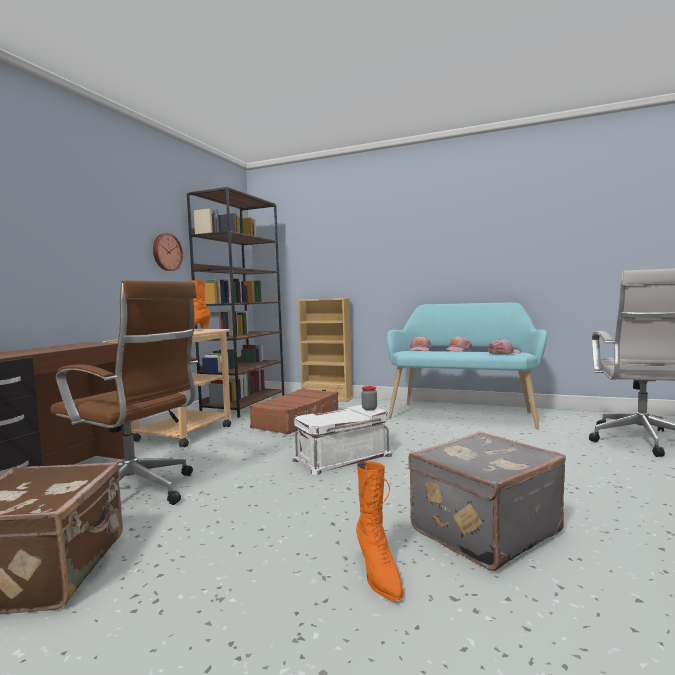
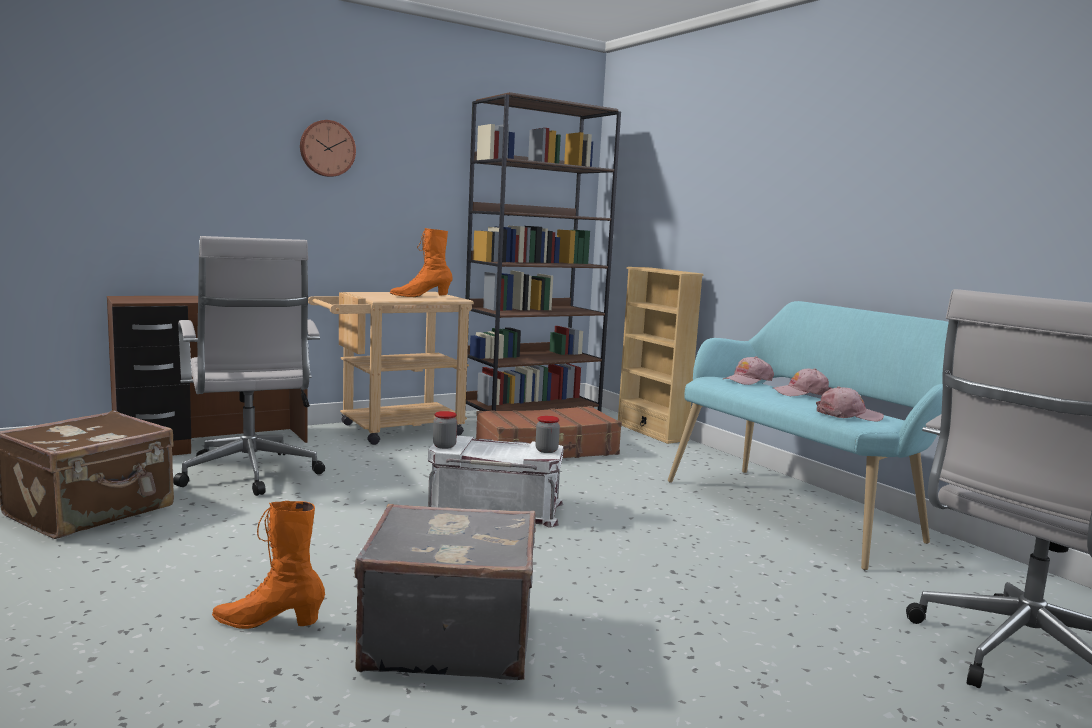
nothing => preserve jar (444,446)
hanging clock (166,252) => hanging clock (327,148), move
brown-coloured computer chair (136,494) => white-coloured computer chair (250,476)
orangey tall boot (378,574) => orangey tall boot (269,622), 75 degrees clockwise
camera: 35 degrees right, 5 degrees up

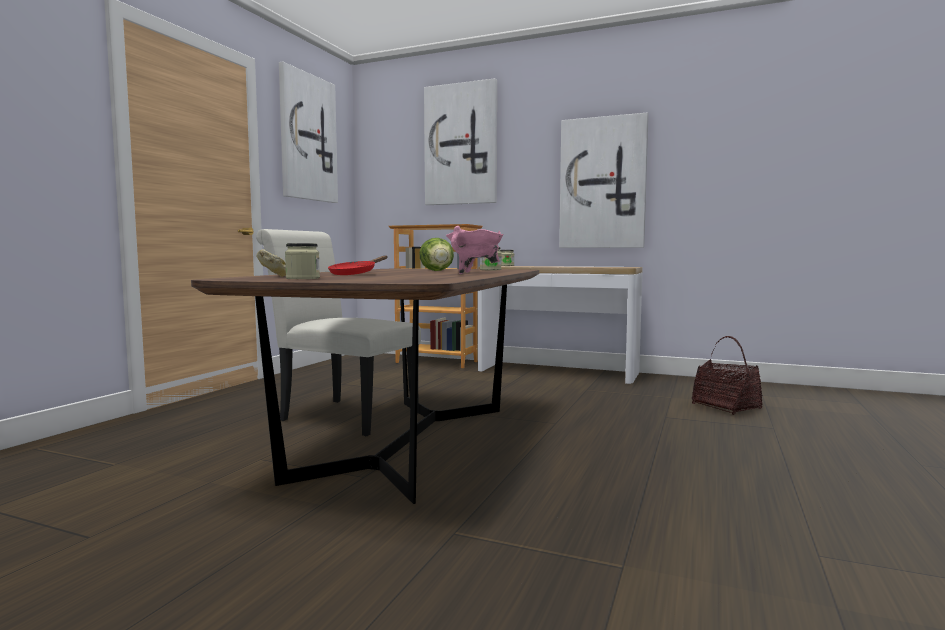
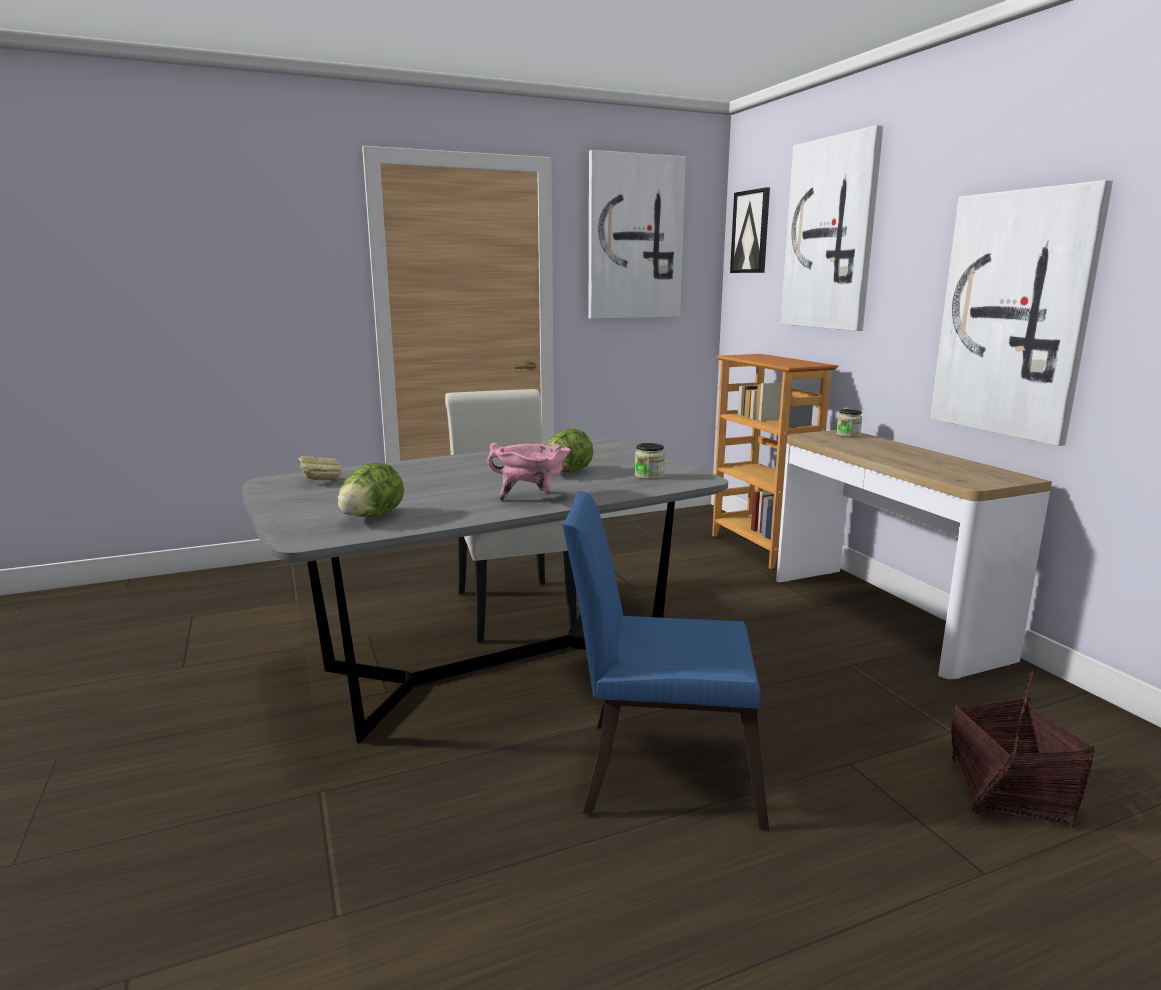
preserve jar (302,278) => nothing
reddish frying pan (355,274) => nothing
nothing => head of lettuce (371,517)
nothing => bluish upright chair (658,769)
nothing => wall art (751,232)
brown-coloured kitchen table (407,441) => greyish kitchen table (494,664)
camera: 45 degrees right, 10 degrees up

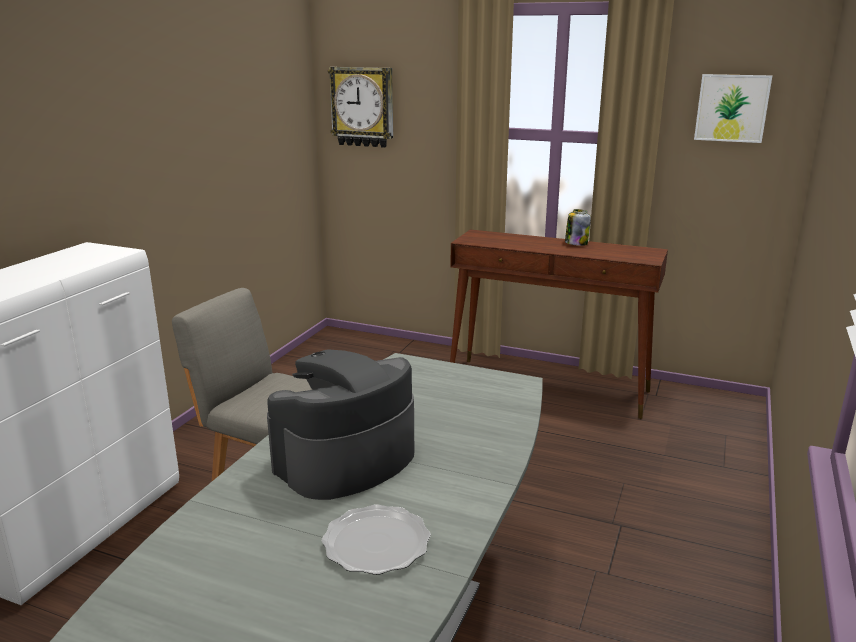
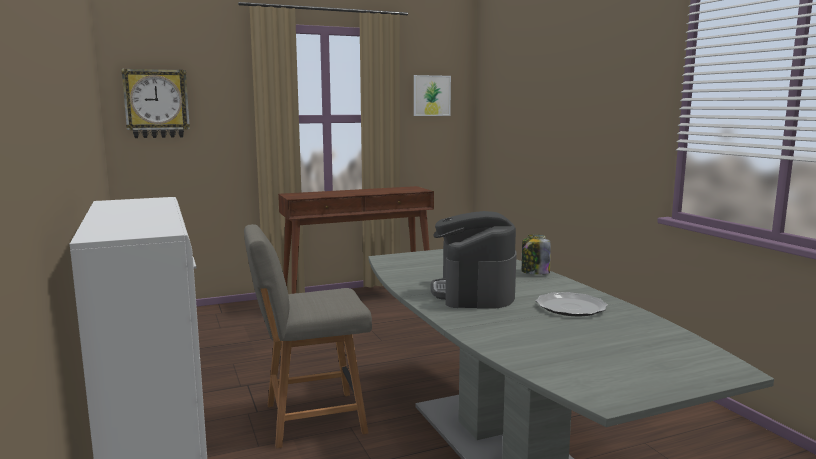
preserve jar (576,243) => preserve jar (534,273), move
camera: 45 degrees left, 10 degrees down

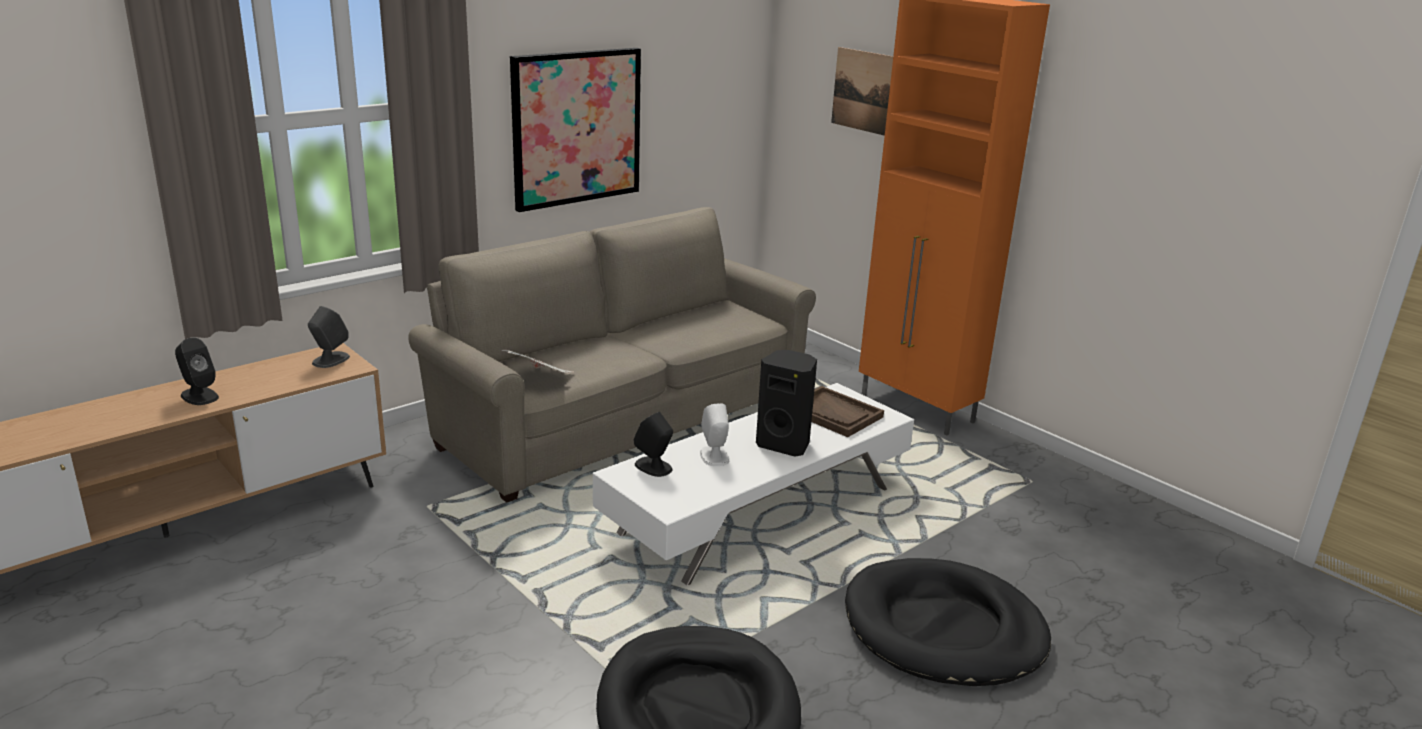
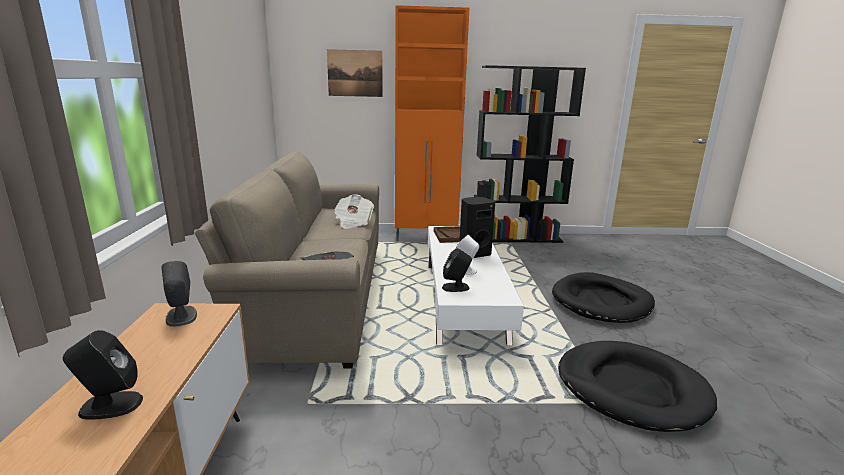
wall art (576,127) => nothing
nothing => printed paper (353,222)
nothing => black-coloured bookshelf (516,237)
camera: 50 degrees left, 5 degrees down

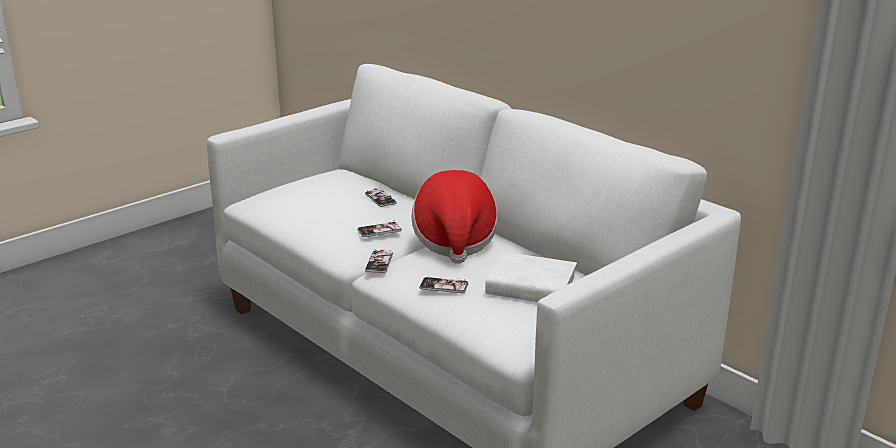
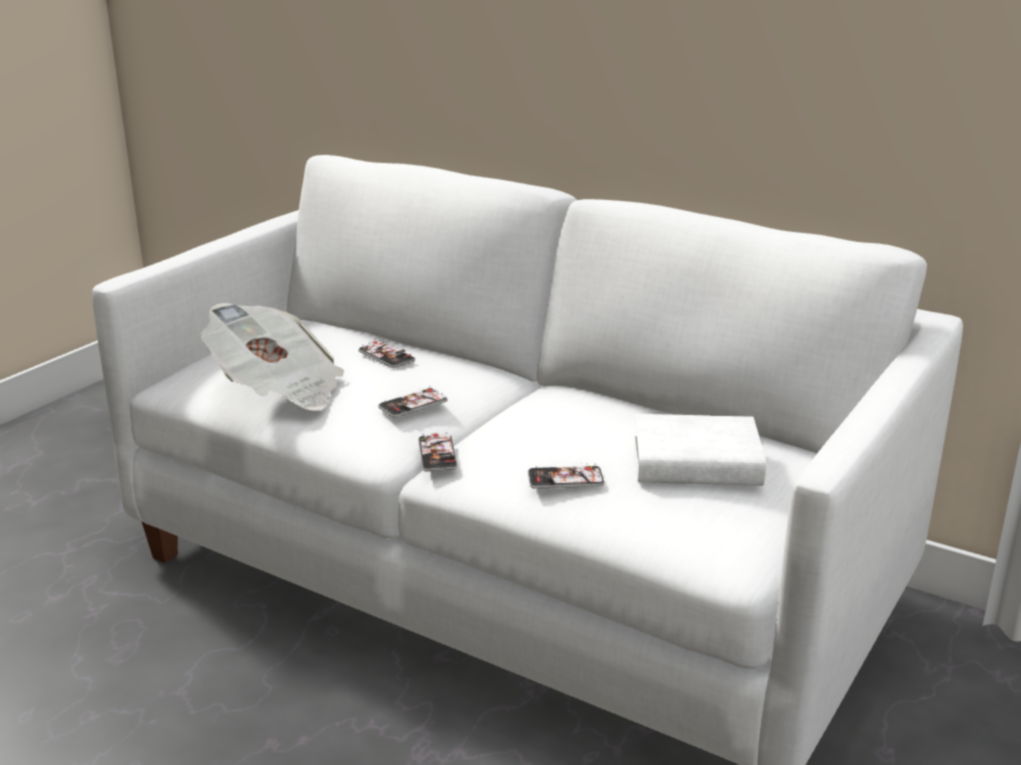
hat (454,241) => nothing
nothing => printed paper (278,389)
camera: 15 degrees left, 0 degrees up

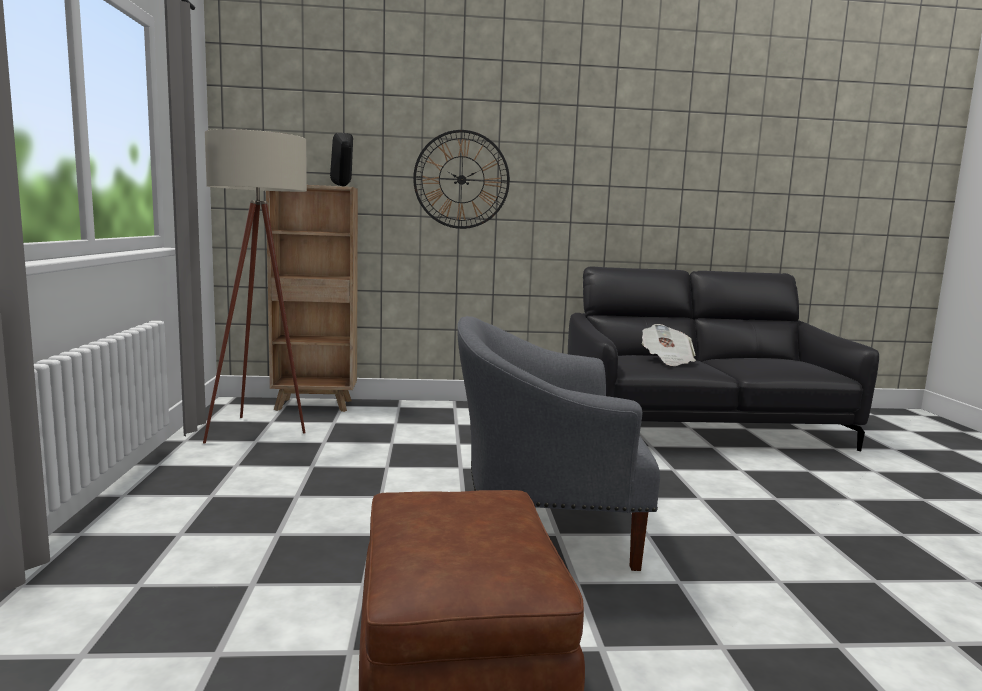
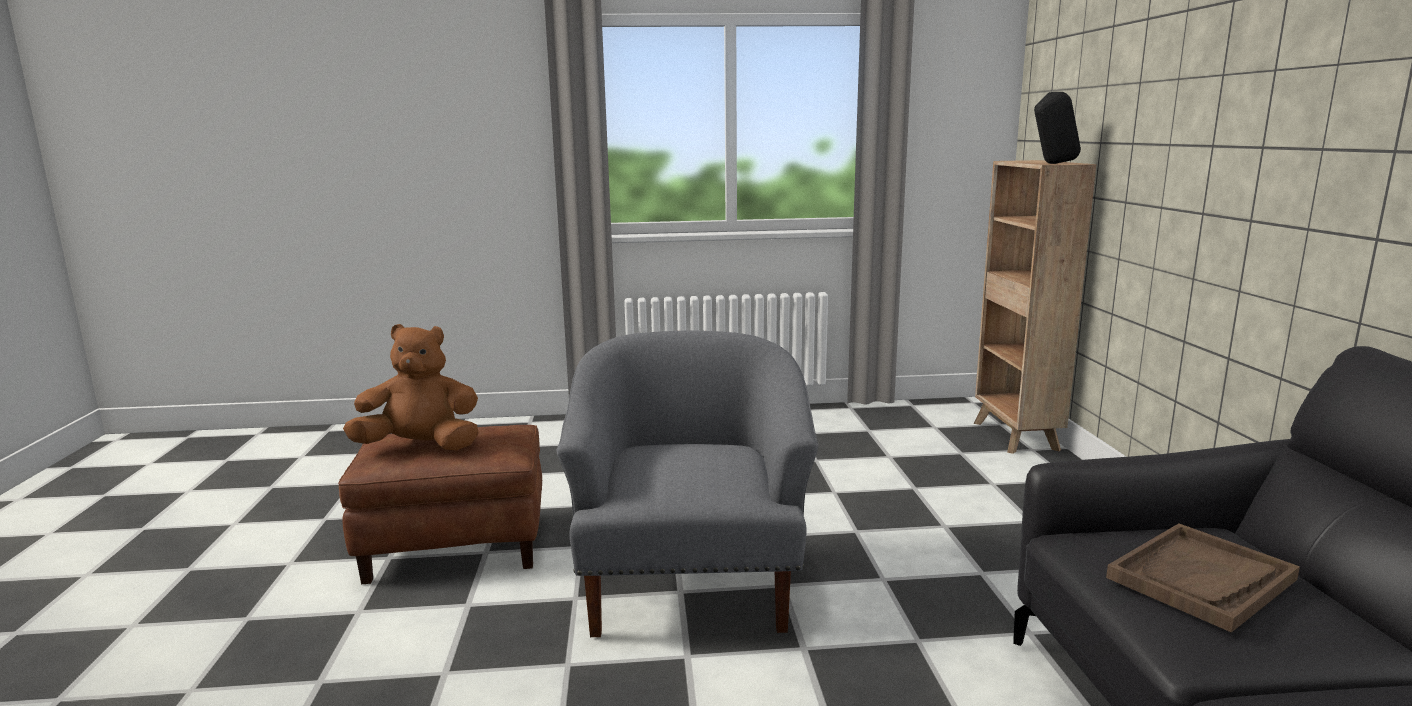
beige standard lamp (262,432) => nothing
hanging clock (461,179) => nothing
nothing => brown-coloured plush toy (421,447)
printed paper (667,360) => brown-coloured serving tray (1201,579)
camera: 90 degrees right, 5 degrees up

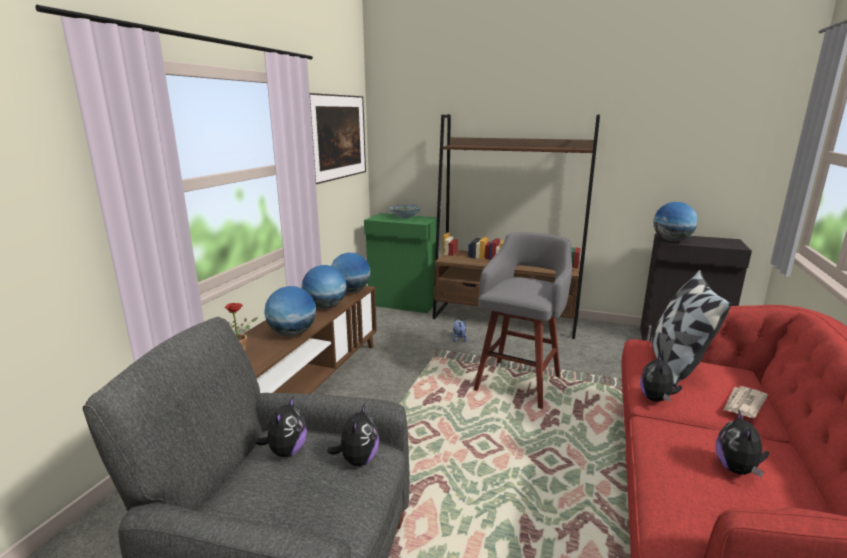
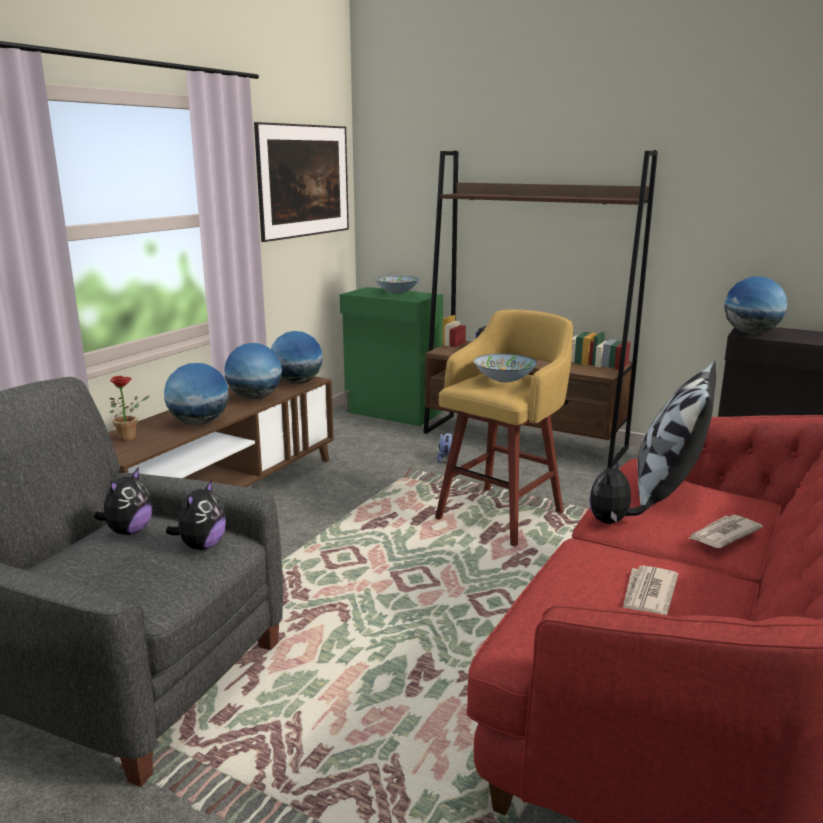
nothing => serving bowl (504,380)
plush toy (737,469) => printed paper (647,595)
greyish sitting stool (519,381) => yellow-coloured sitting stool (502,514)
camera: 10 degrees right, 0 degrees up

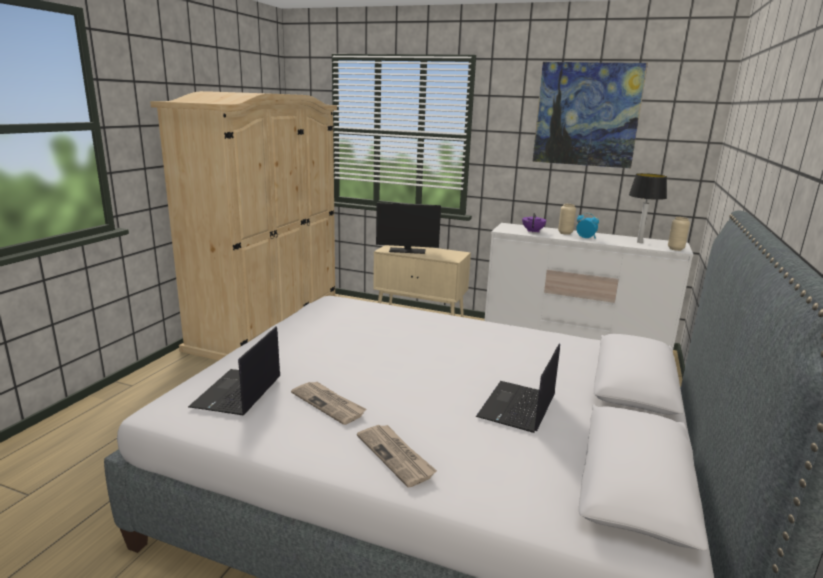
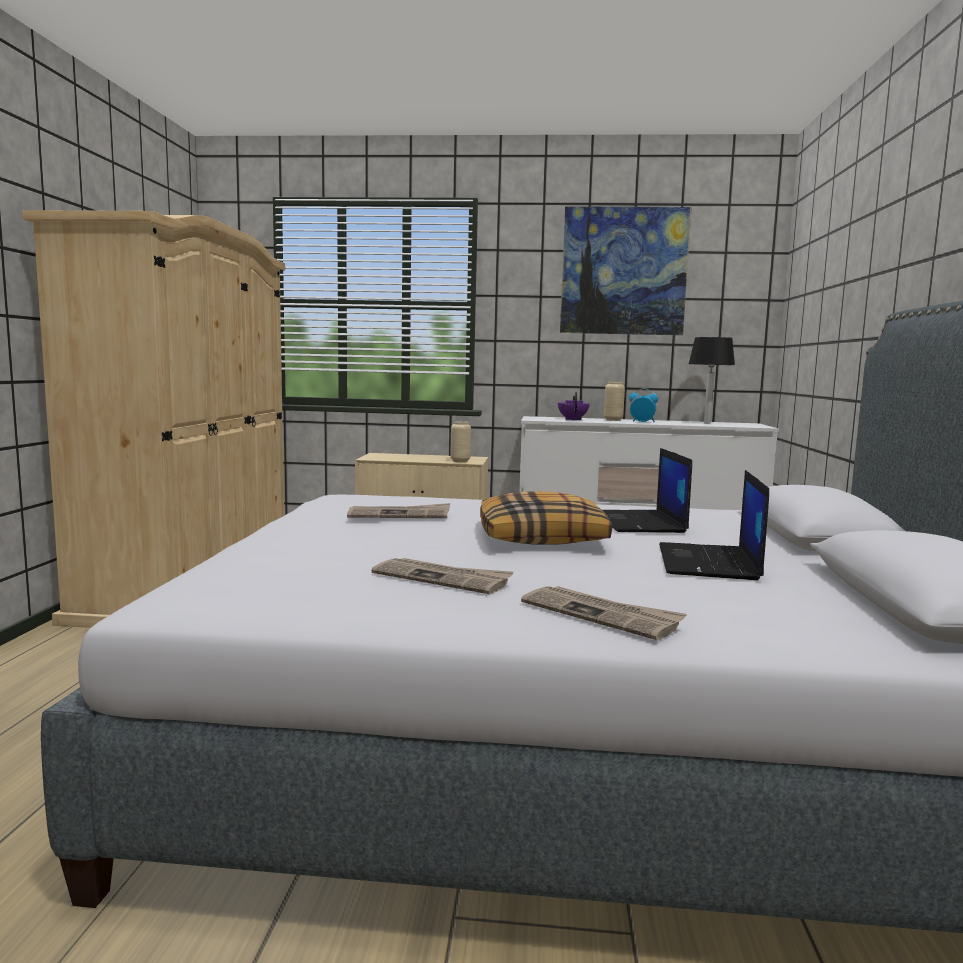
computer screen (407,250) => nothing
nothing => printed paper (399,515)
nothing => throw pillow (543,537)
portable computer (237,393) => portable computer (641,522), move
beige vase (675,249) => beige vase (460,461), move
camera: 15 degrees left, 10 degrees down

